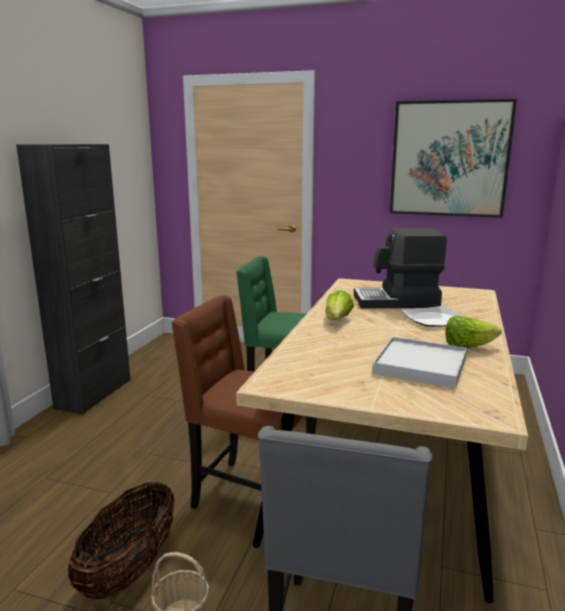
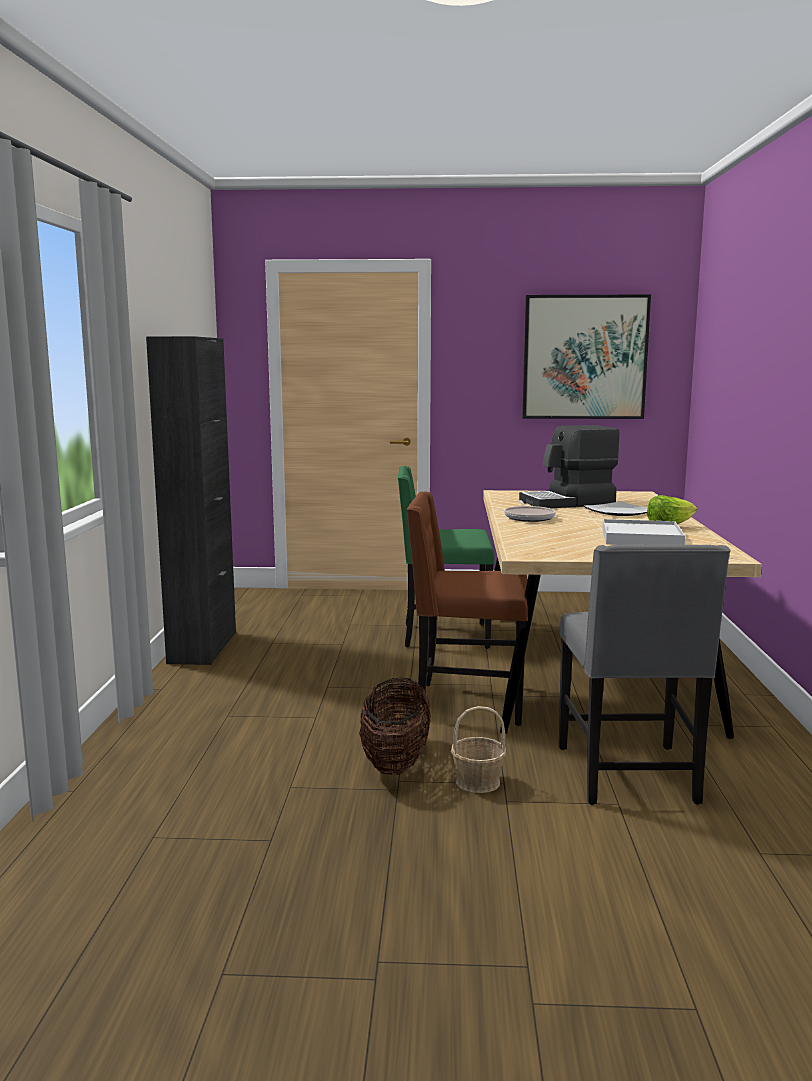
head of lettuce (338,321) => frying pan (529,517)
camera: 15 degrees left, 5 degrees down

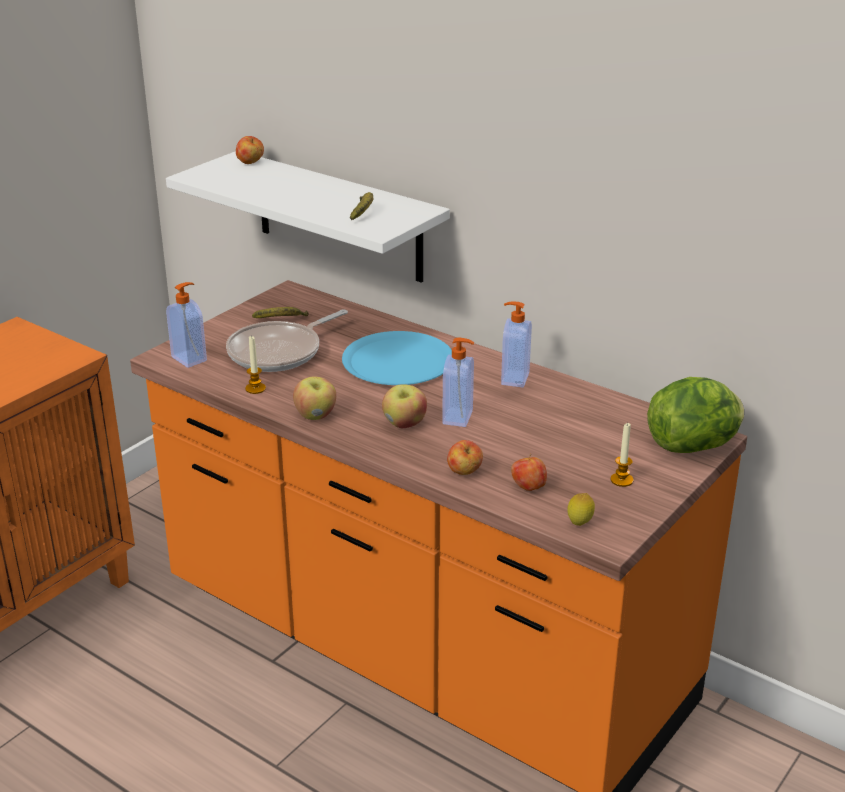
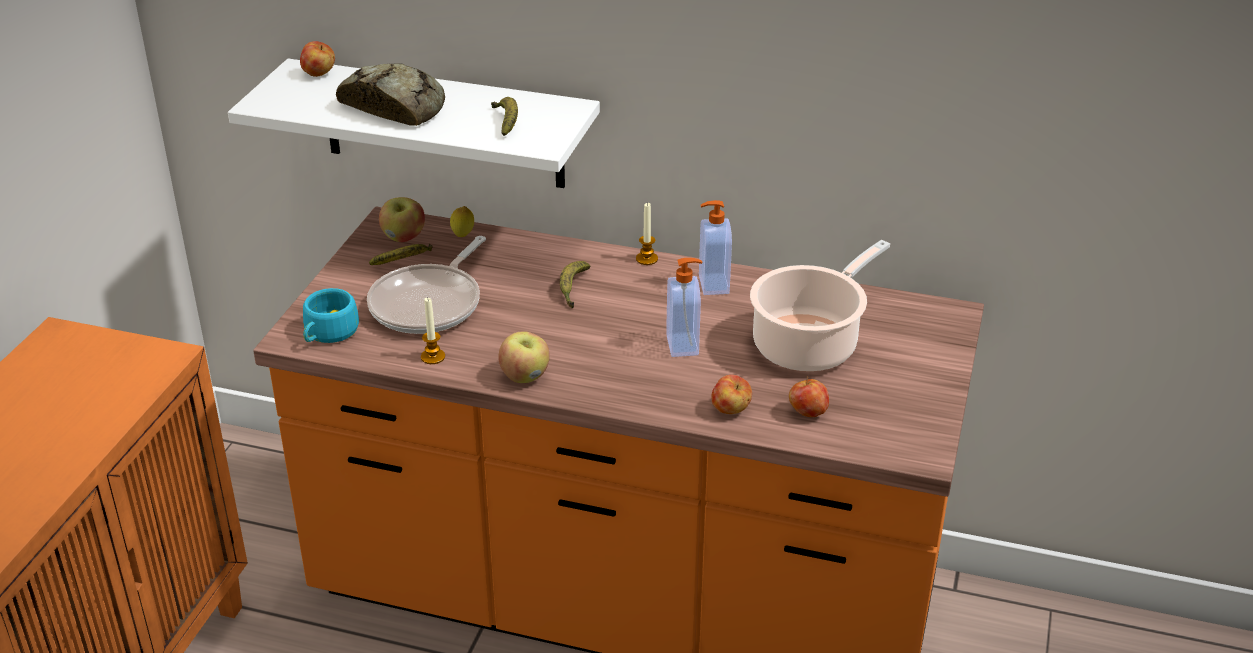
head of lettuce (694,446) => nothing
nothing => bread (394,105)
nothing => saucepot (809,343)
whole apple (404,424) => whole apple (403,237), move
citrus fruit (579,524) => citrus fruit (463,236), move
wax light (621,480) => wax light (647,259), move
soap bottle (190,358) => blue-green cup (328,334)
bluish flat dish (397,361) => banana (573,289)
camera: 20 degrees left, 5 degrees up

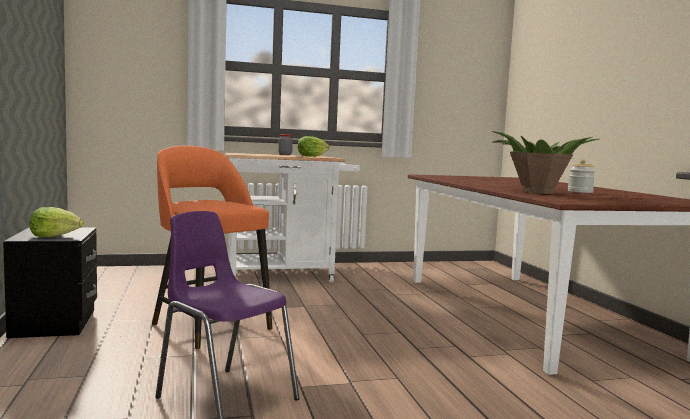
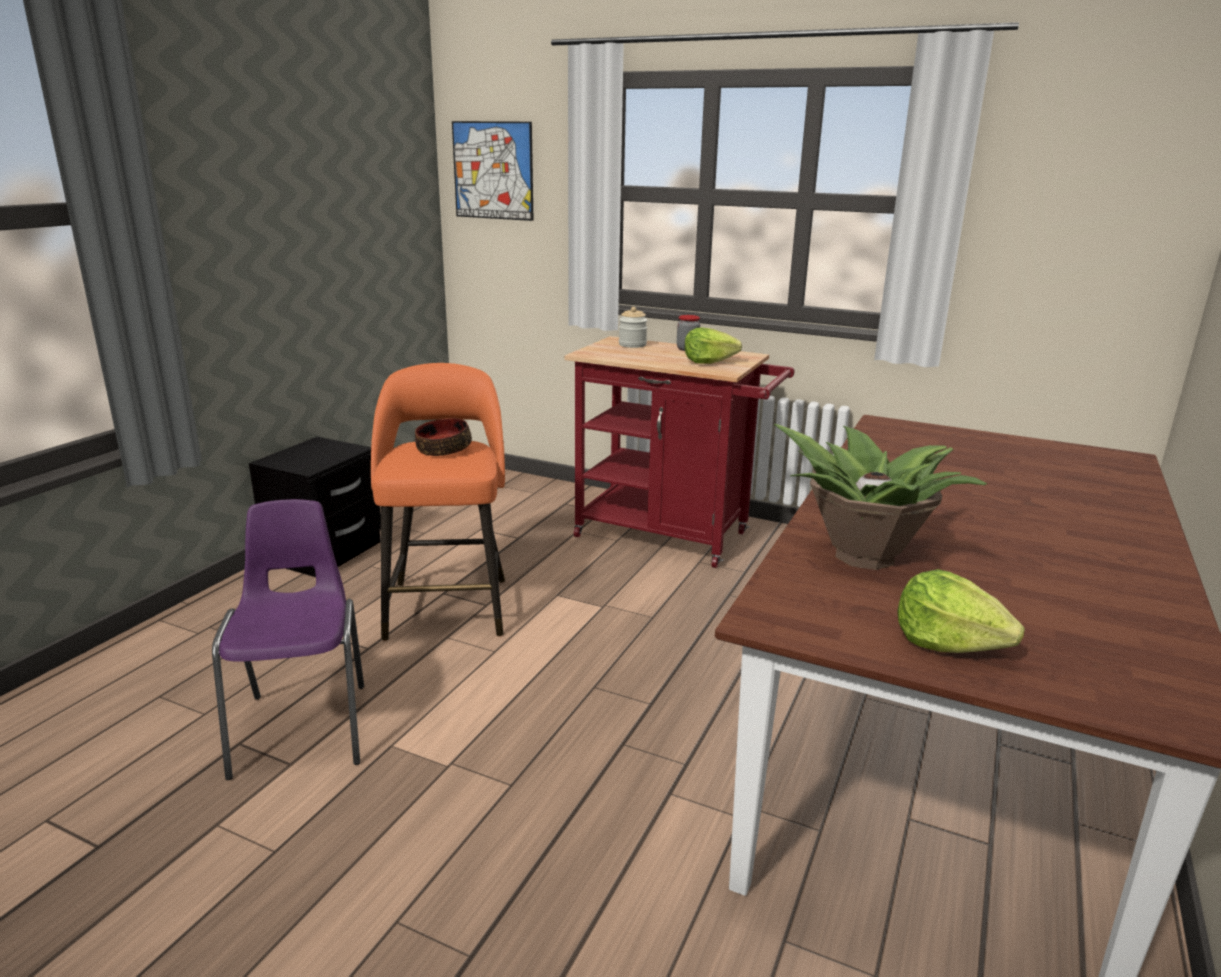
nothing => serving bowl (443,449)
nothing => wall art (493,170)
head of lettuce (55,236) => head of lettuce (948,642), move
preserve jar (580,191) => preserve jar (632,345), move
white-coloured trolley (287,275) => reddish trolley (672,536)
camera: 40 degrees right, 15 degrees up

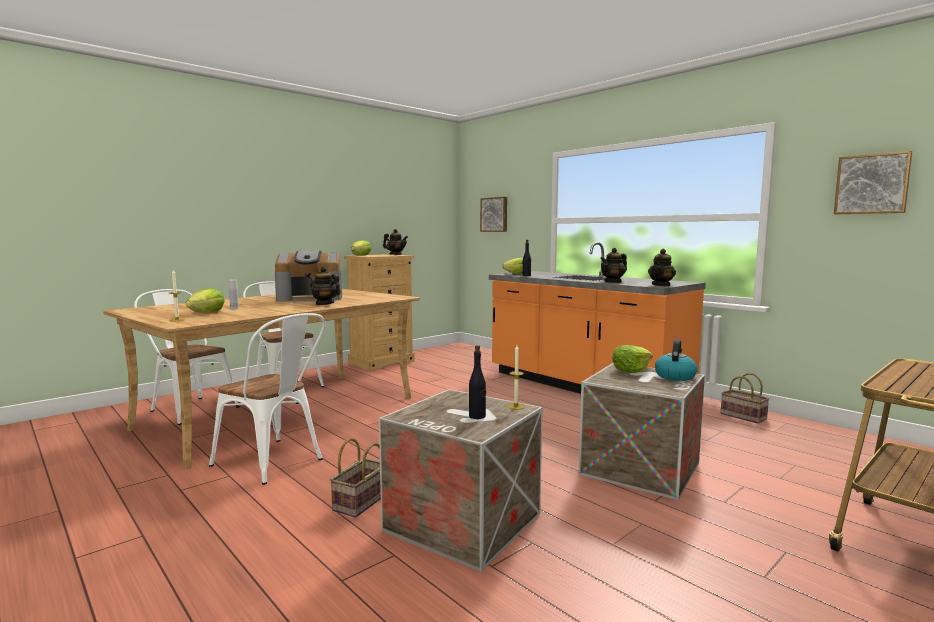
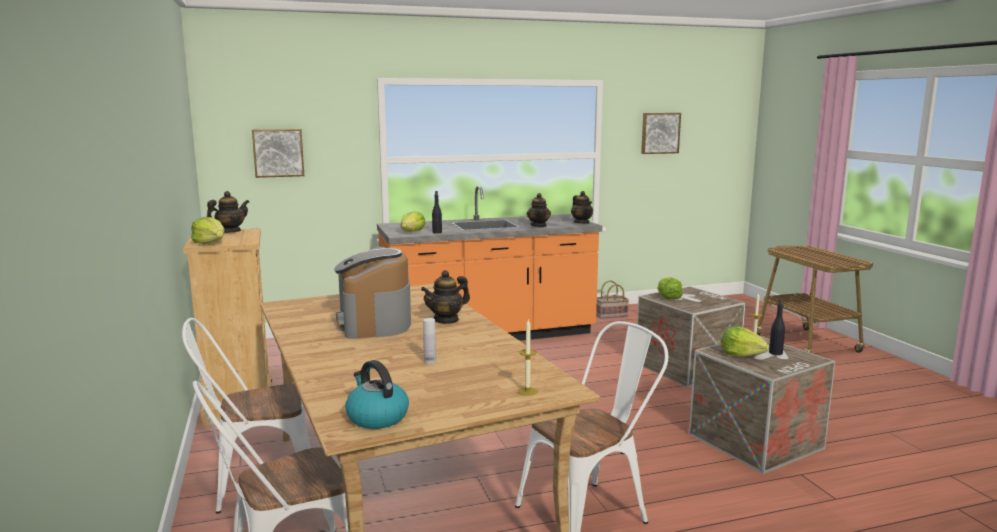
storage basket (361,502) => nothing
head of lettuce (206,313) => head of lettuce (741,354), move
kettle (675,376) => kettle (376,417), move
coffee machine (310,298) => coffee machine (374,322), 150 degrees clockwise
camera: 65 degrees left, 5 degrees up

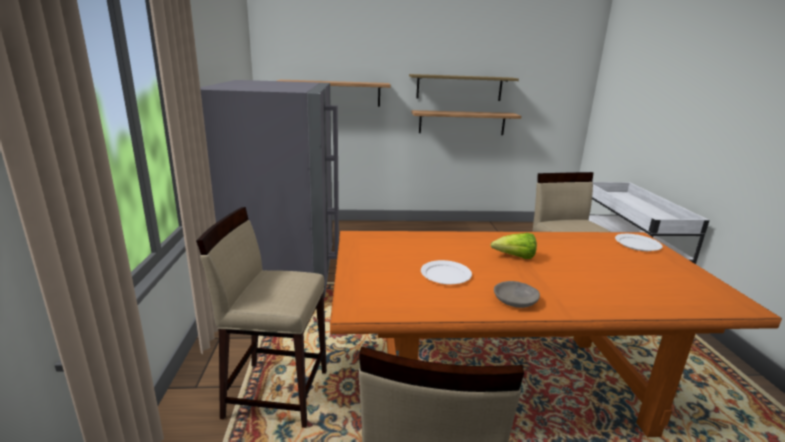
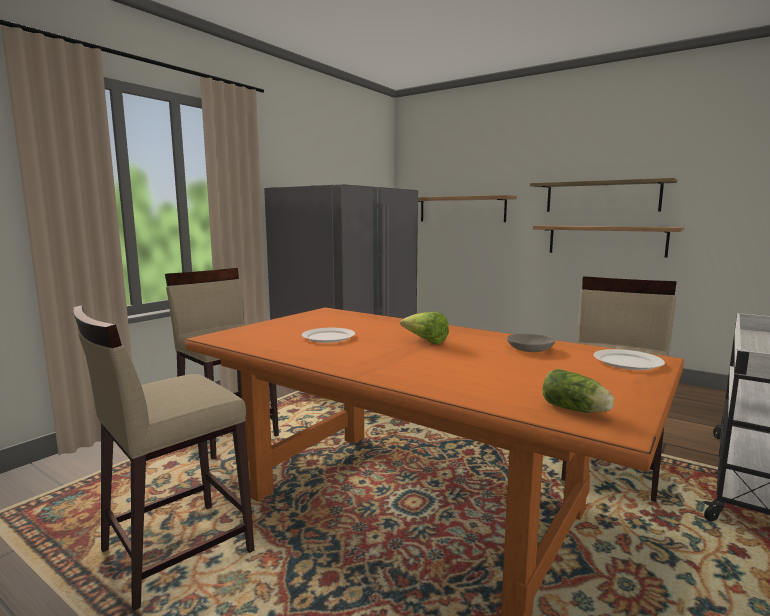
nothing => head of lettuce (576,410)
greyish serving bowl (516,300) => greyish serving bowl (530,349), move
camera: 40 degrees right, 10 degrees down

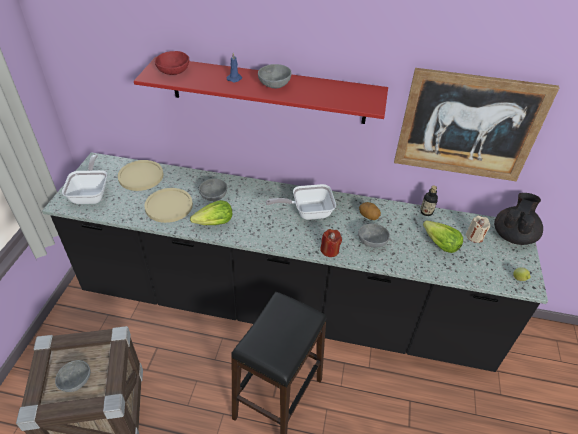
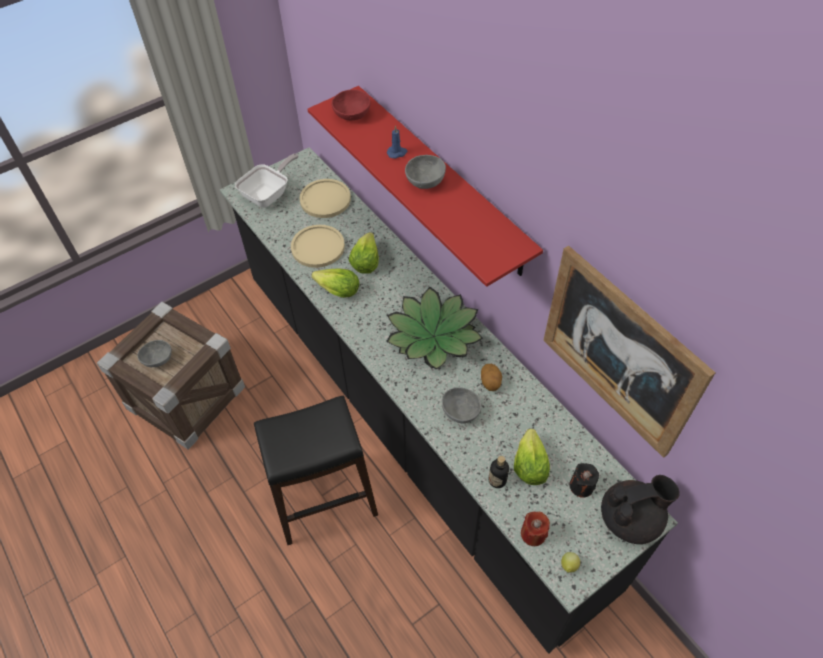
reddish wax light (330,250) => reddish wax light (533,534), move
bottle (426,212) => bottle (497,480), move
greyish serving bowl (213,196) => head of lettuce (365,261)
frying pan (307,212) => potted plant (434,336)
beige wax light (474,236) => black-coloured wax light (581,486)
camera: 45 degrees right, 10 degrees up

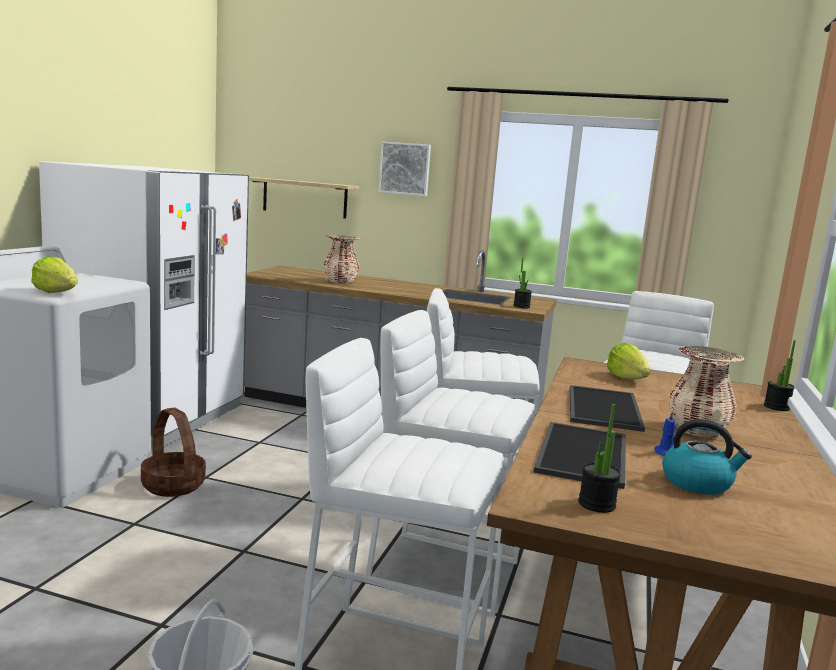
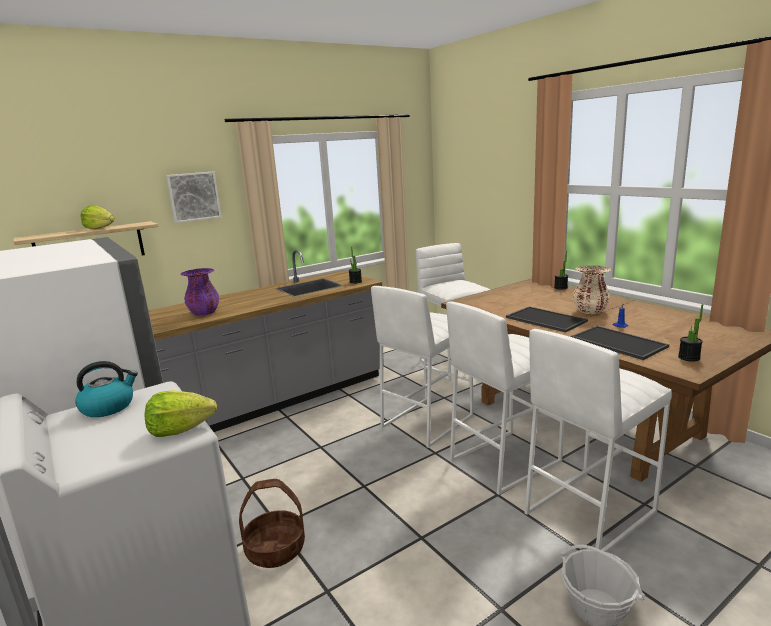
head of lettuce (627,378) => head of lettuce (100,228), move
kettle (698,483) => kettle (109,407), move
beige vase (340,282) => purple vase (204,312)
camera: 50 degrees left, 5 degrees up

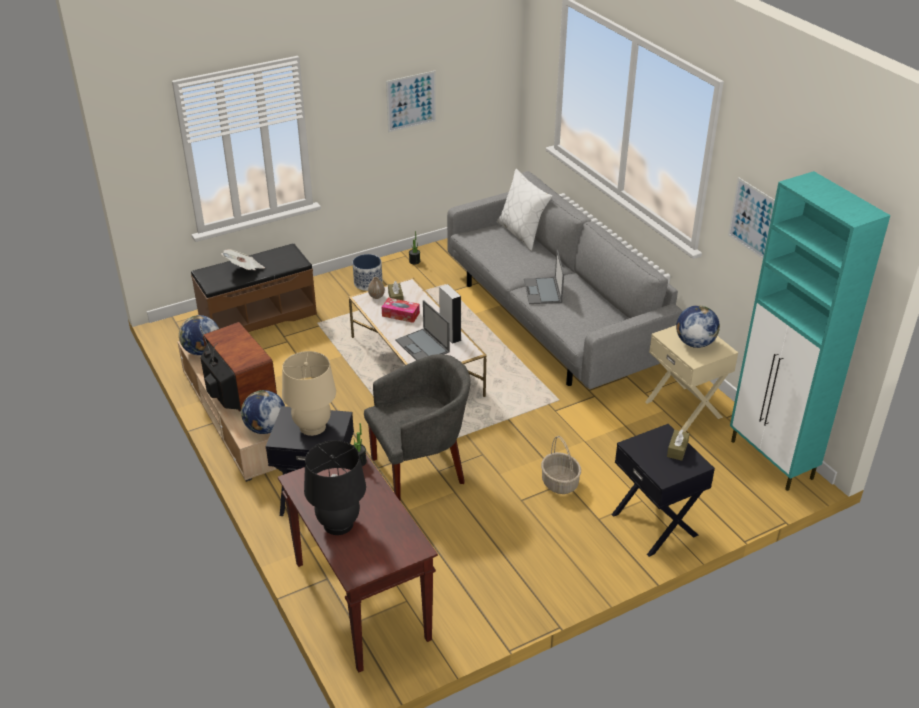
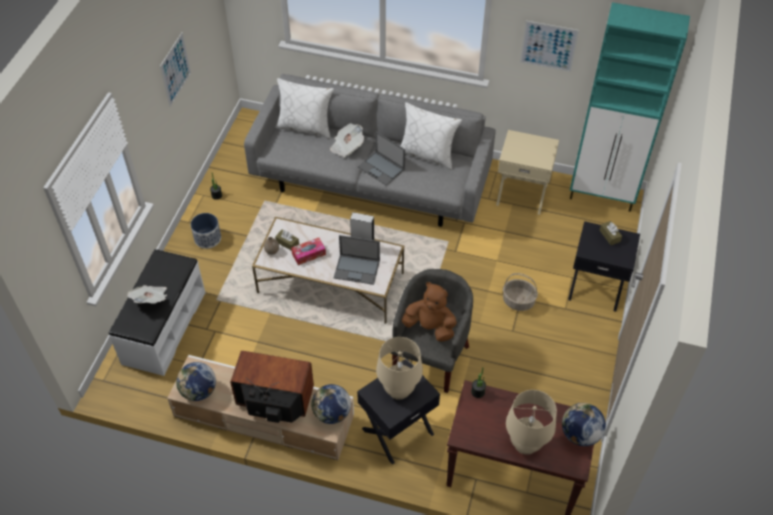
nothing => printed paper (347,147)
nothing => white-coloured throw pillow (427,154)
nothing => brown-coloured plush toy (430,327)
globe (694,343) => globe (579,434), move
brown-coloured long seat (258,317) => white-coloured long seat (163,327)
black-coloured tabletop lamp (338,524) => beige tabletop lamp (525,443)
camera: 45 degrees left, 15 degrees up

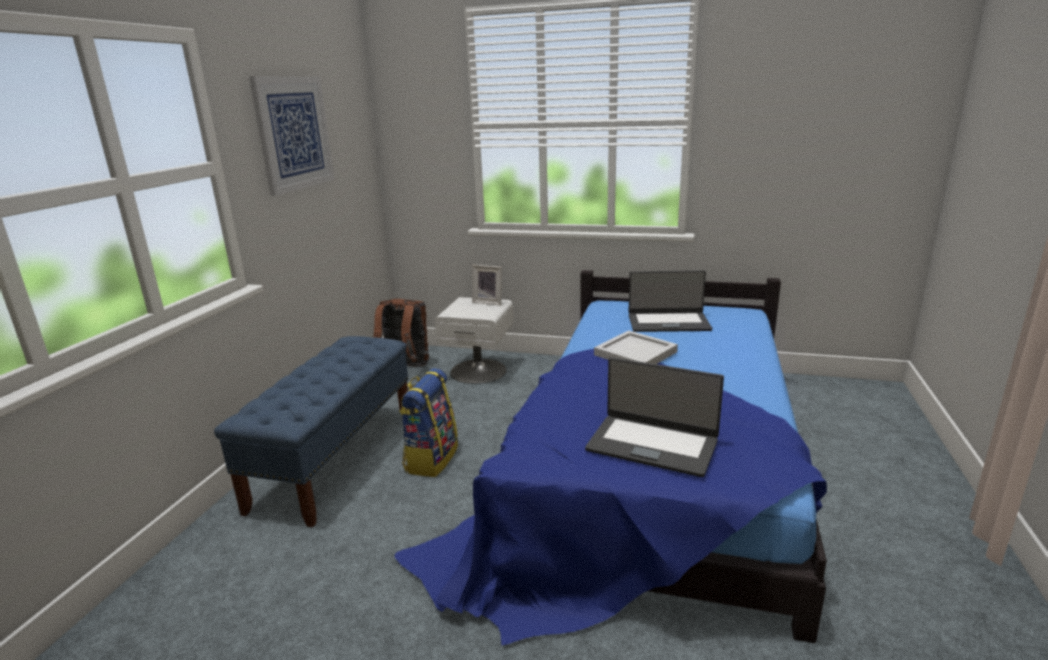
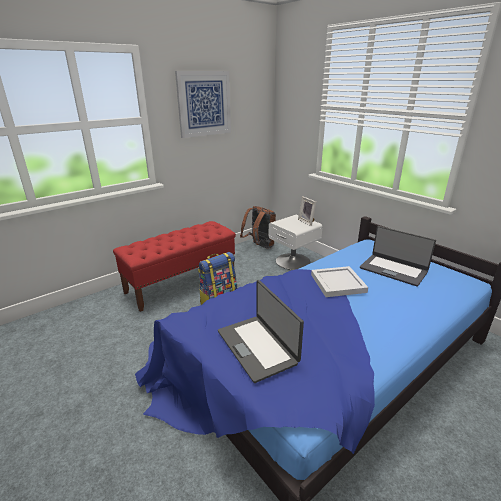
bluish long seat (336,458) => reddish long seat (181,282)
camera: 35 degrees right, 5 degrees up

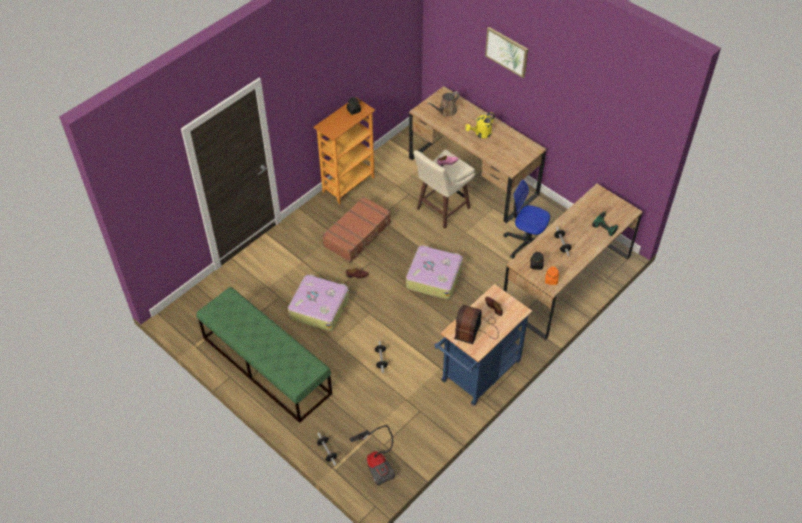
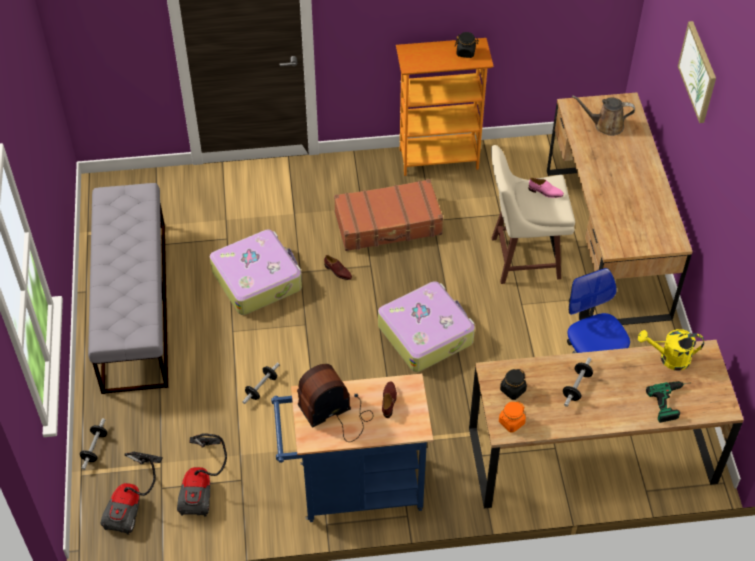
nothing => vacuum (202,485)
yellow-coloured watering can (480,134) => yellow-coloured watering can (669,358), move
green long seat (266,365) => greyish long seat (134,305)
camera: 40 degrees right, 0 degrees up

